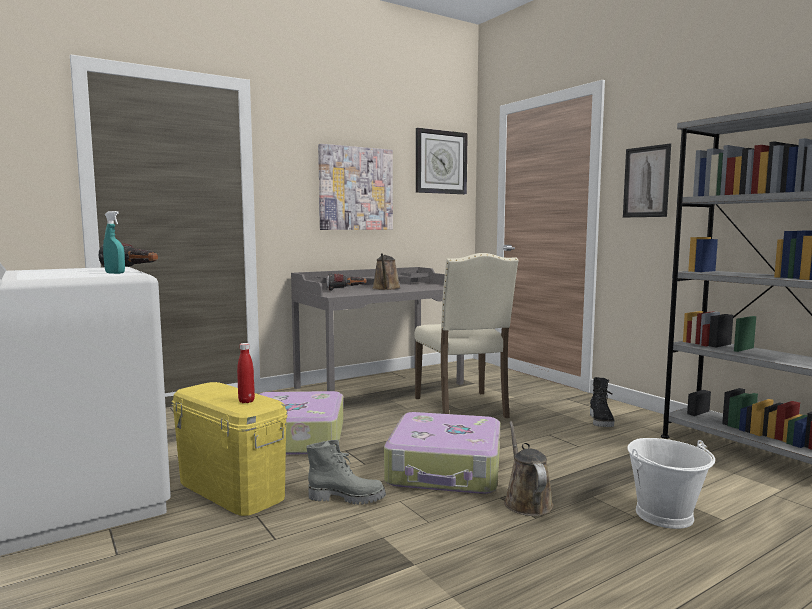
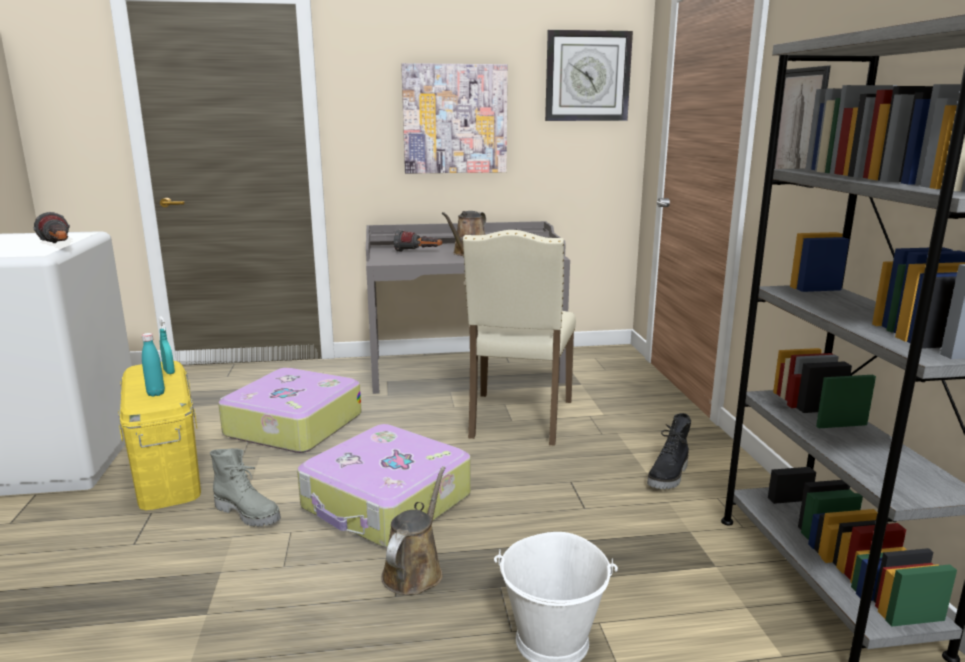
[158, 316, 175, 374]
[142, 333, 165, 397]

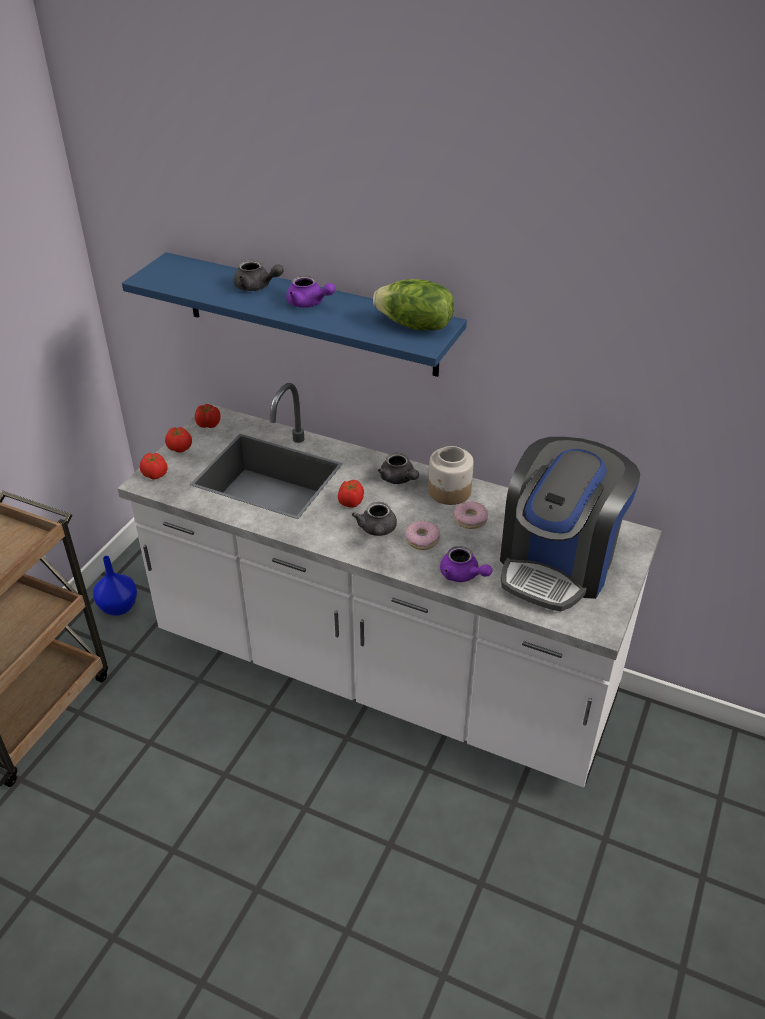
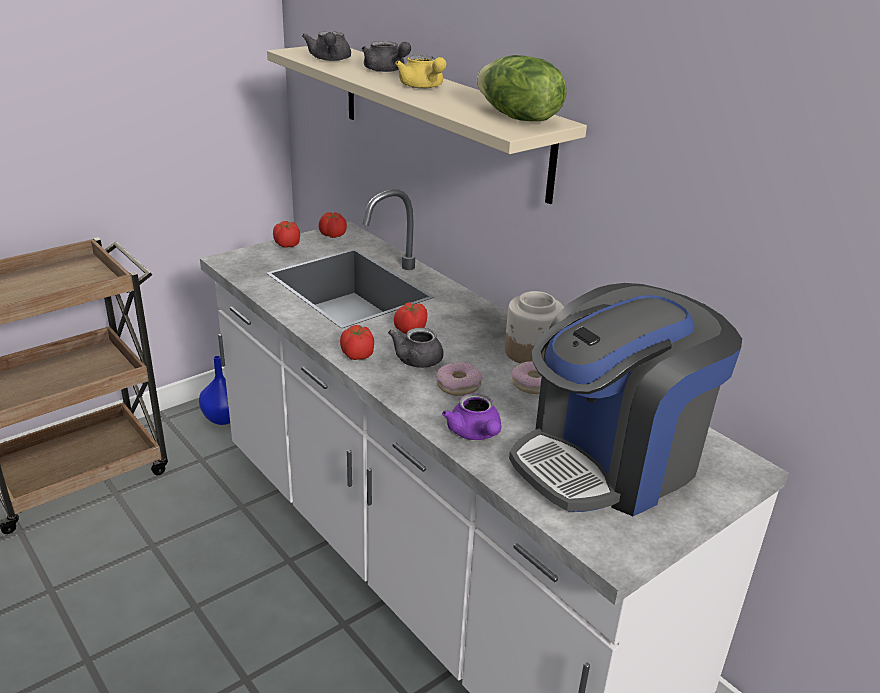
[340, 325, 374, 360]
[302, 31, 351, 61]
[267, 46, 587, 204]
[395, 55, 447, 88]

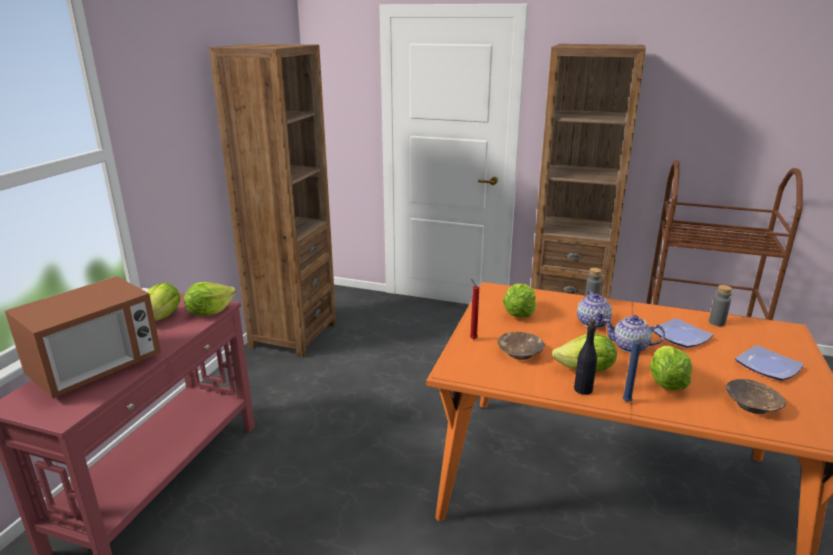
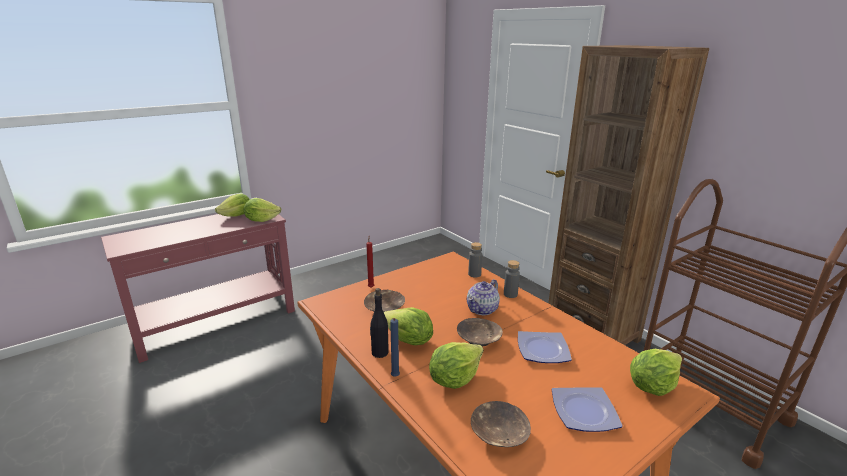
[5, 276, 161, 398] (first image)
[209, 44, 336, 358] (first image)
[630, 349, 682, 396]
[468, 242, 482, 277]
[457, 318, 503, 347]

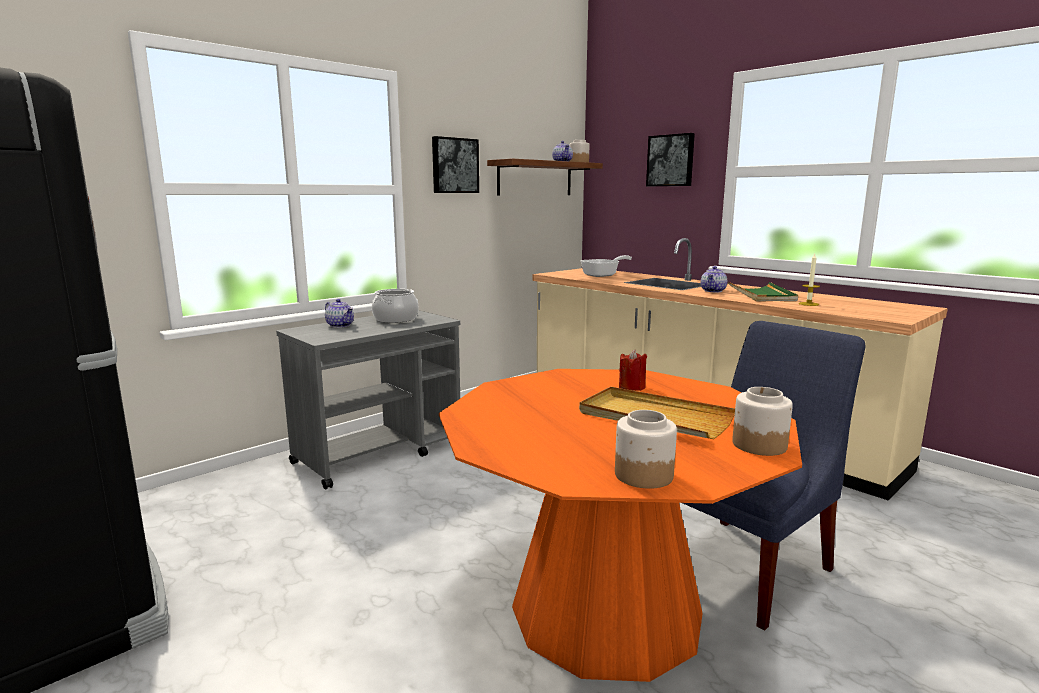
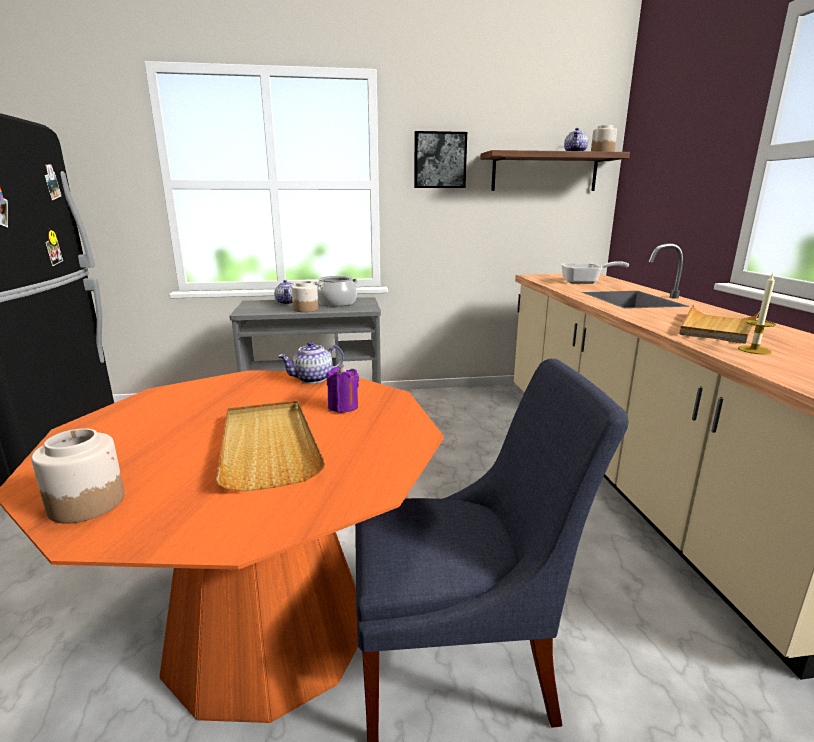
[646, 133, 695, 186] (first image)
[278, 341, 344, 383]
[292, 281, 319, 312]
[327, 365, 359, 413]
[680, 305, 760, 344]

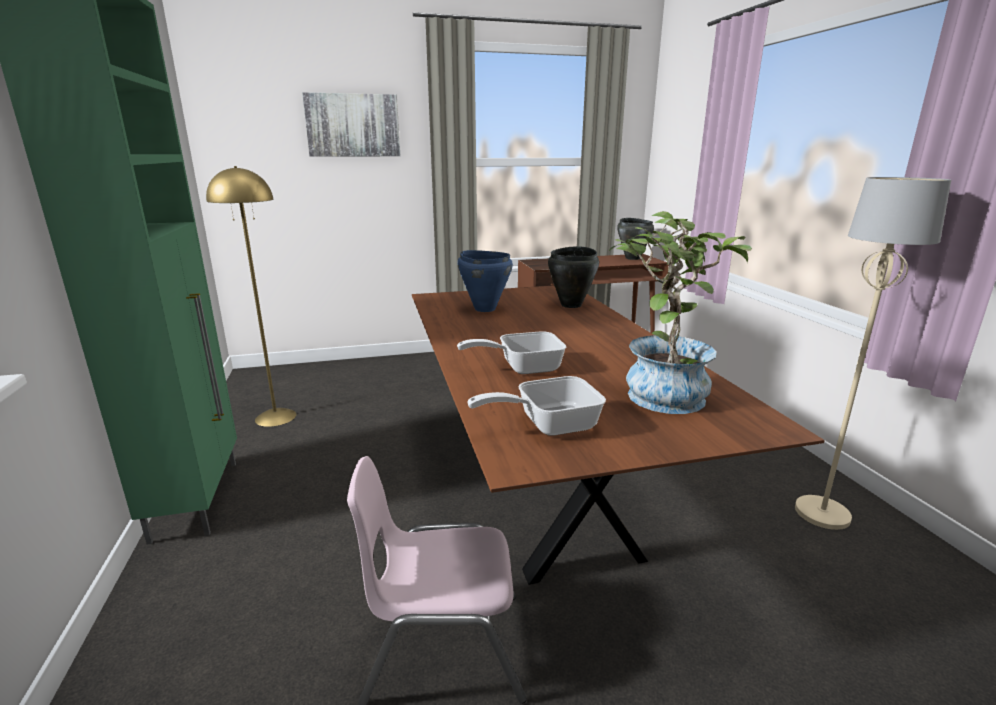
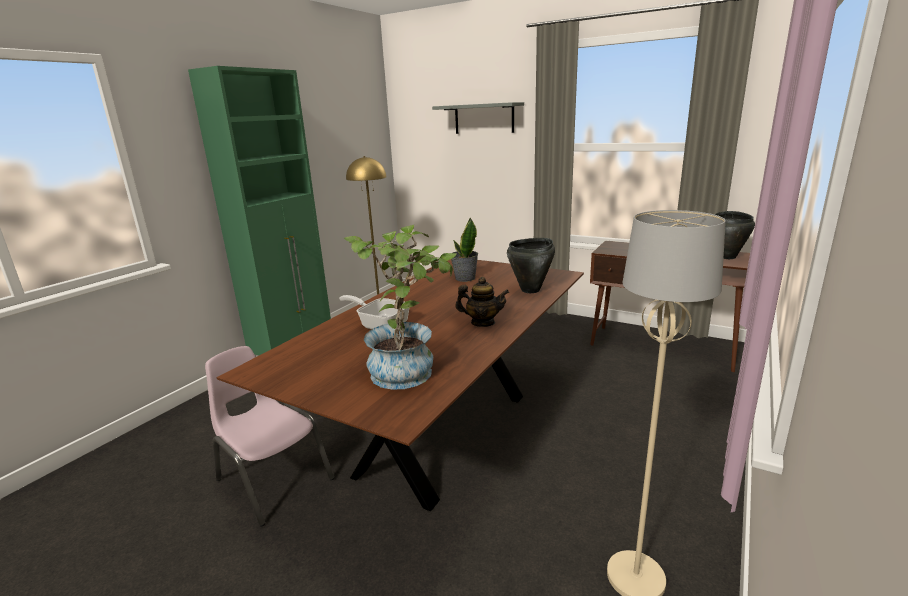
[467, 376, 606, 436] (first image)
[455, 277, 509, 327]
[432, 102, 524, 134]
[451, 217, 478, 282]

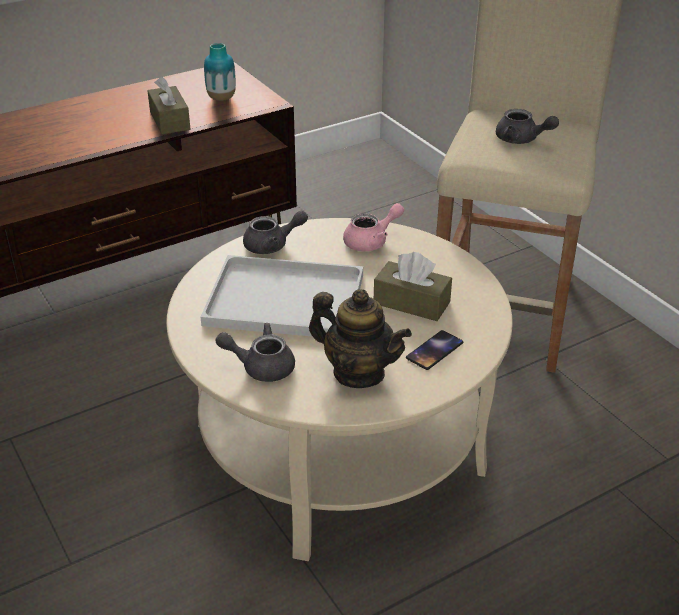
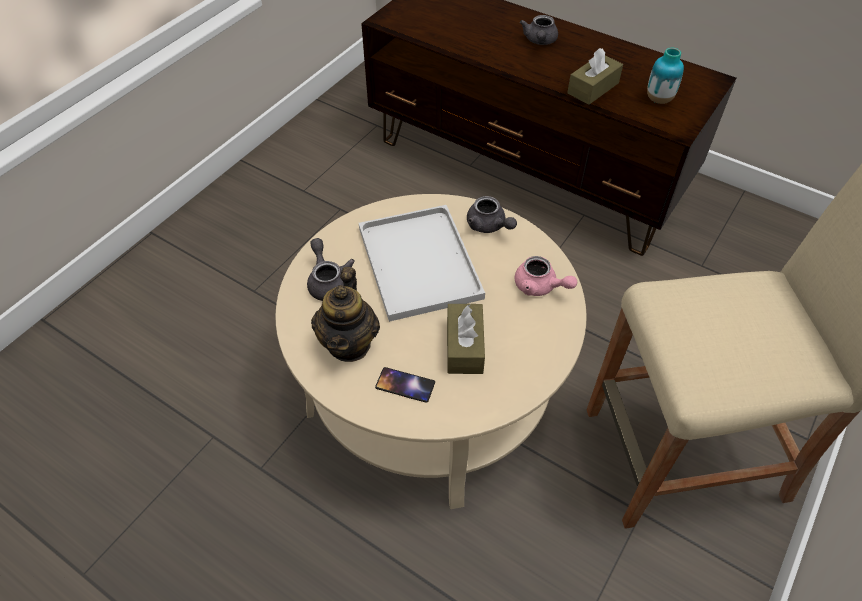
[520, 15, 558, 45]

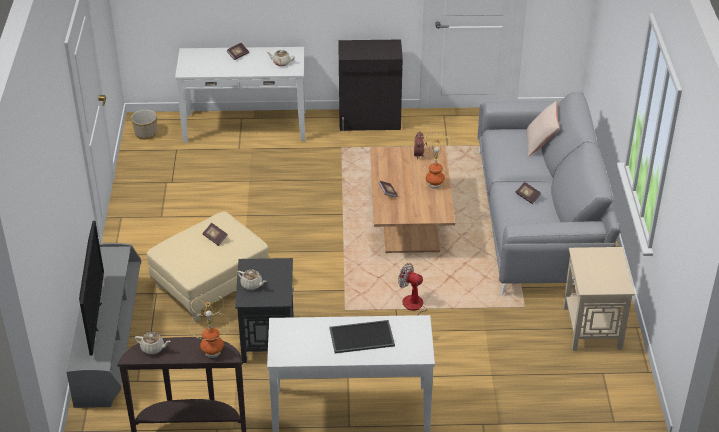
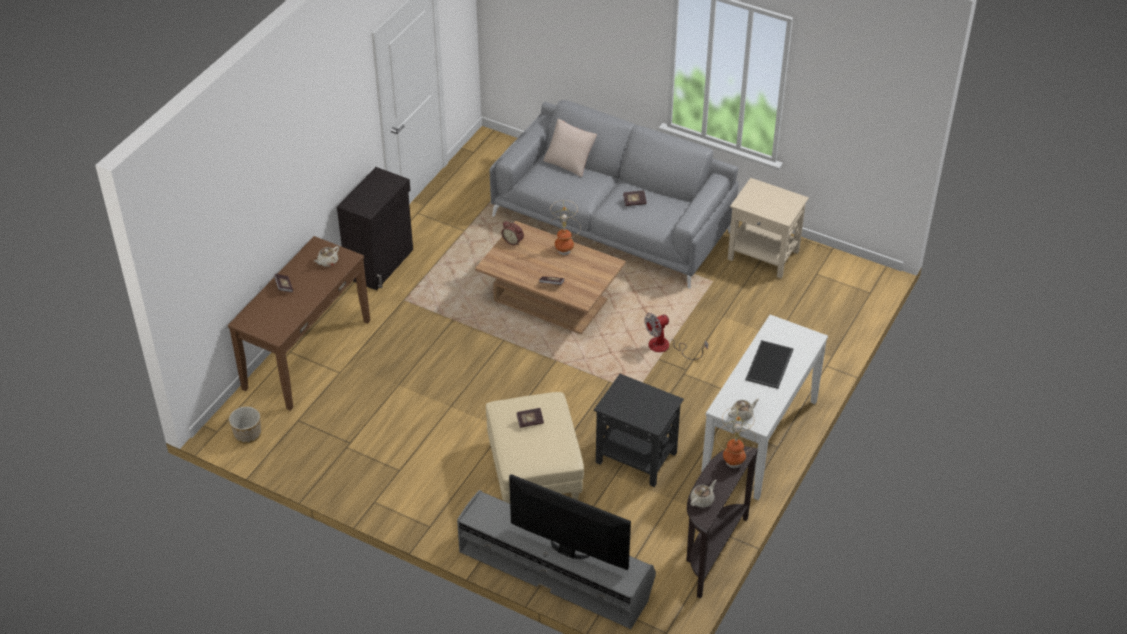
[728, 399, 759, 421]
[228, 236, 370, 411]

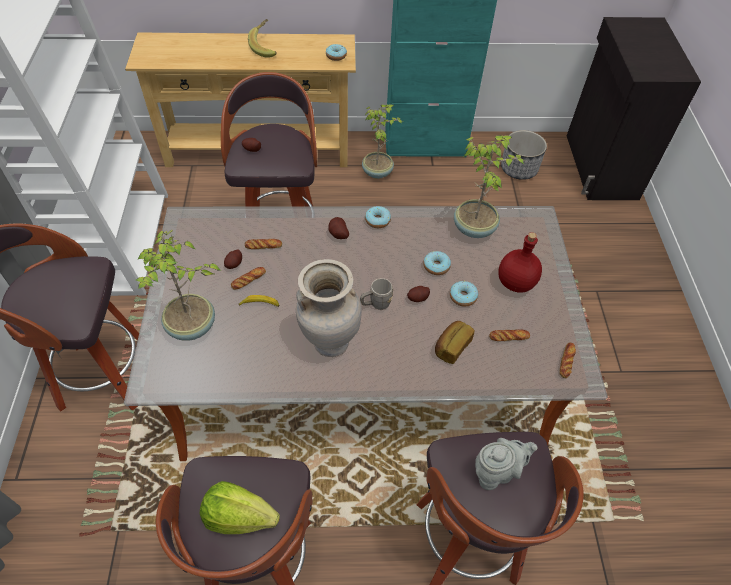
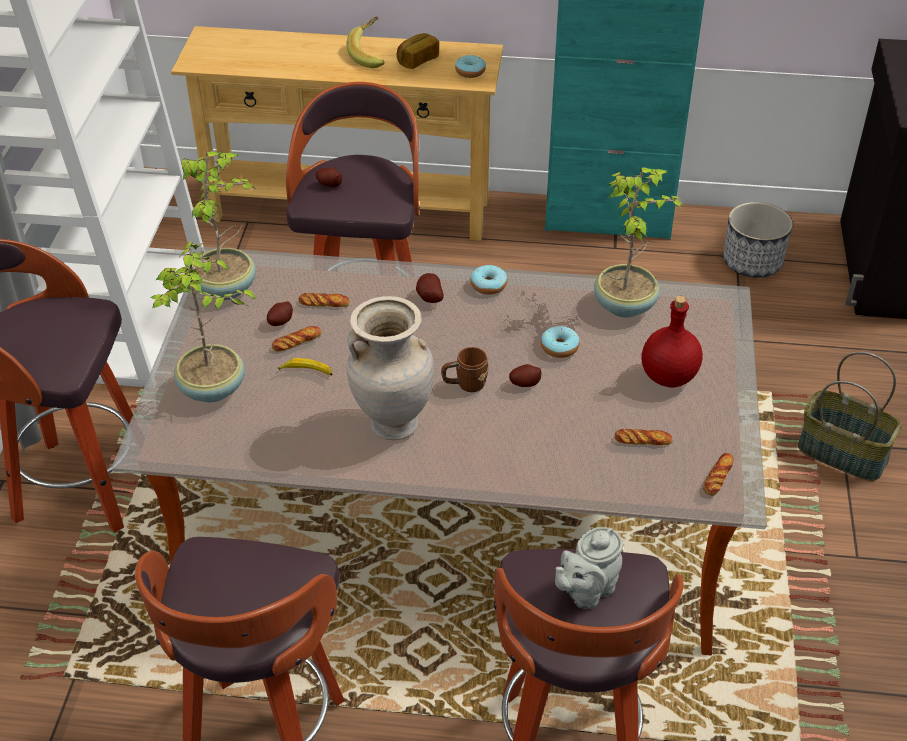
[200, 481, 280, 534] (first image)
[450, 281, 478, 306] (first image)
[798, 352, 902, 481]
[182, 151, 257, 300]
[397, 33, 439, 69]
[441, 347, 489, 392]
[555, 527, 623, 609]

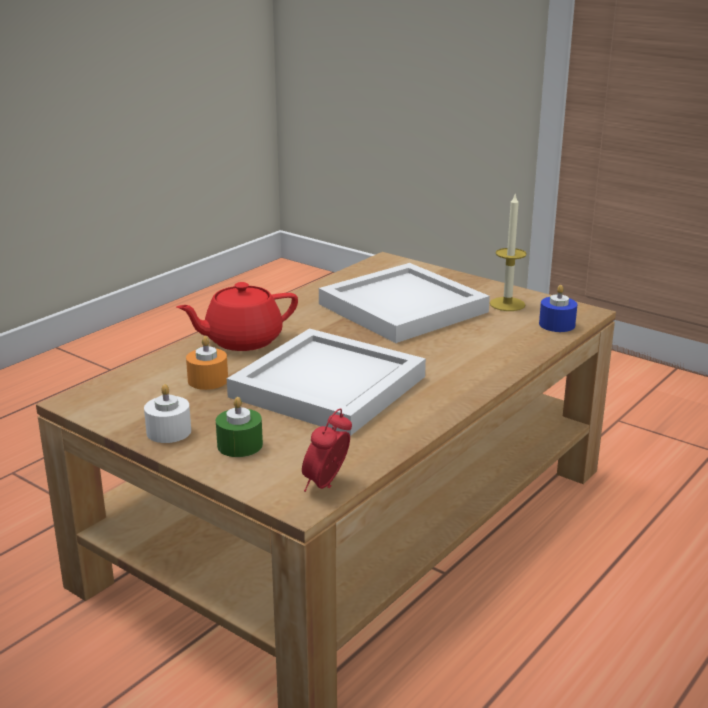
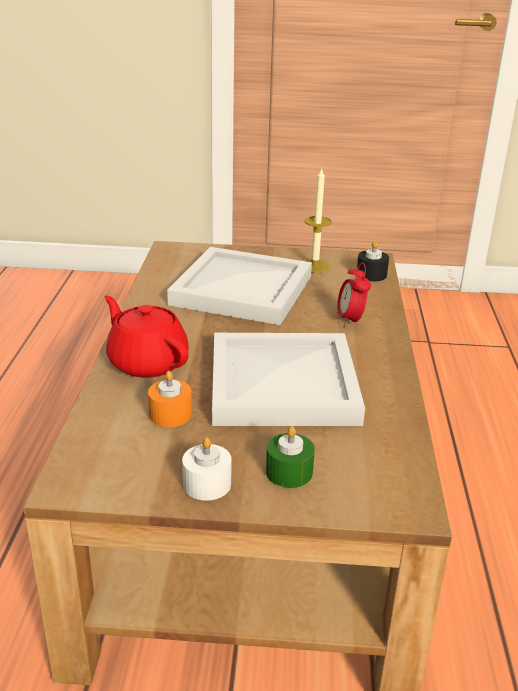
[337, 262, 371, 328]
[357, 241, 389, 281]
[104, 295, 189, 378]

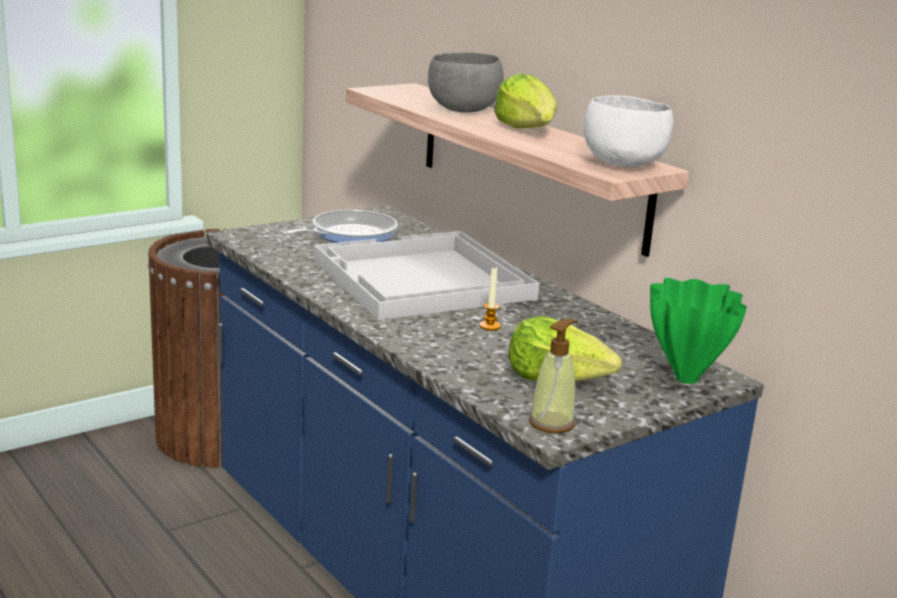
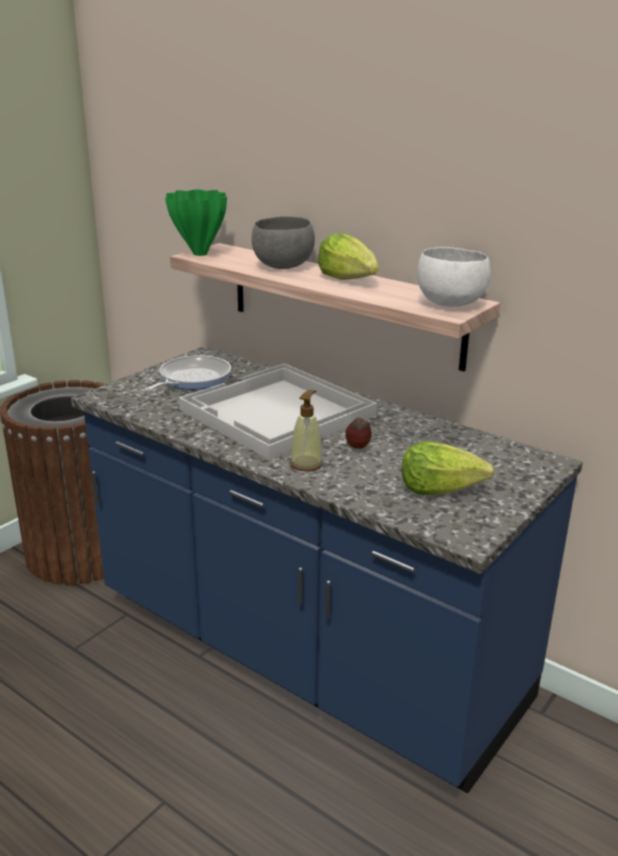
[290, 390, 323, 471]
[165, 189, 227, 256]
[346, 418, 372, 449]

